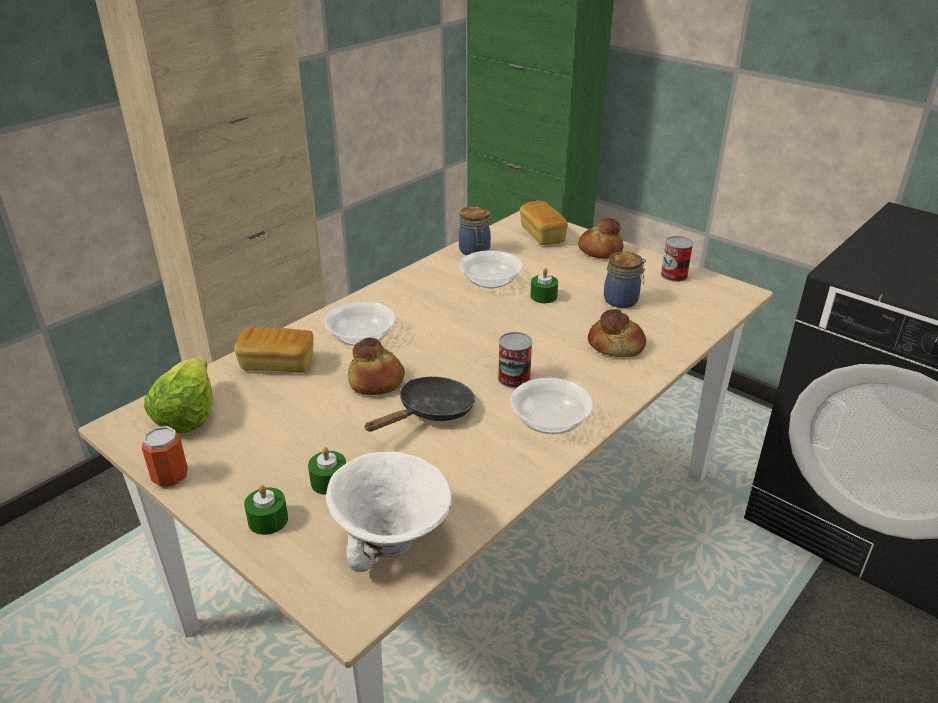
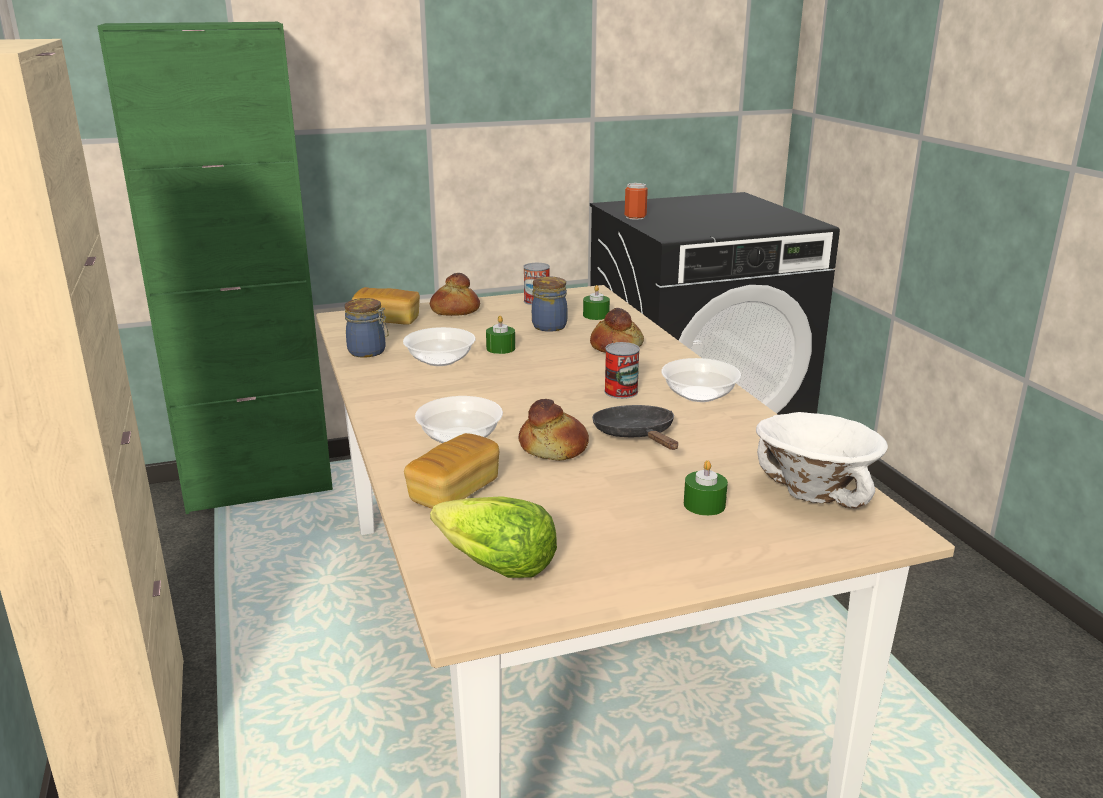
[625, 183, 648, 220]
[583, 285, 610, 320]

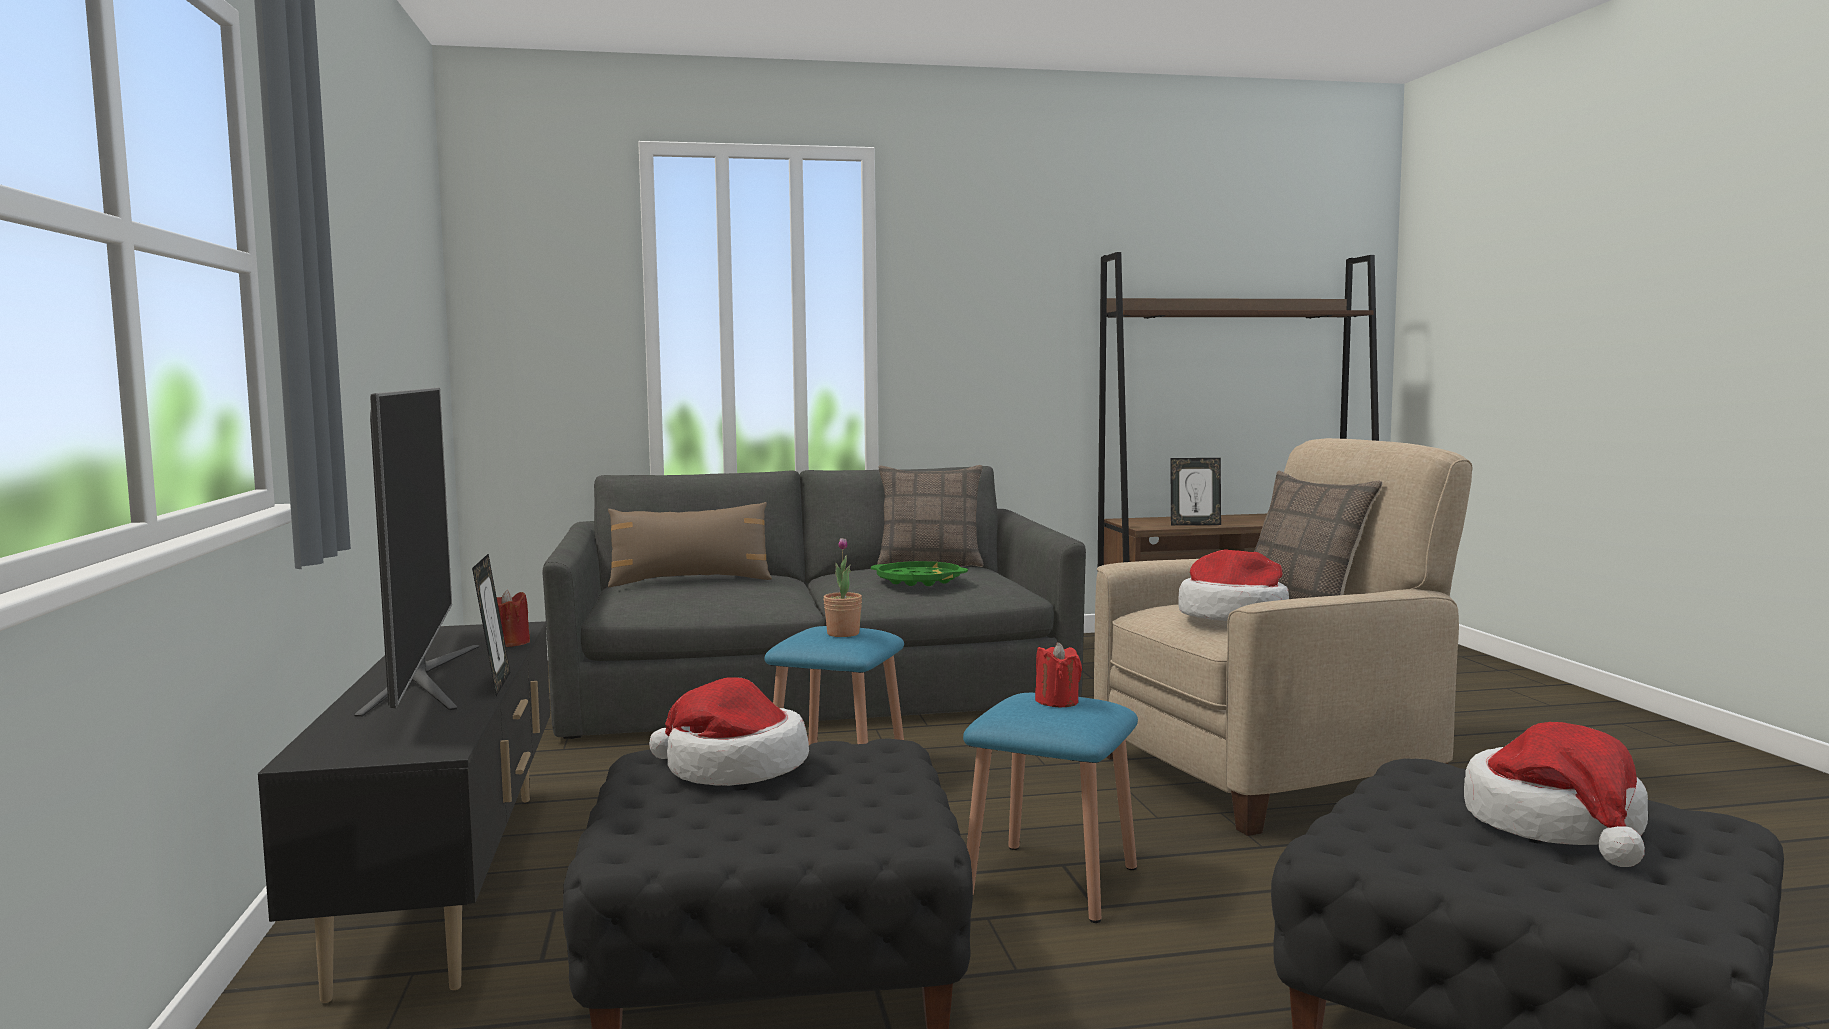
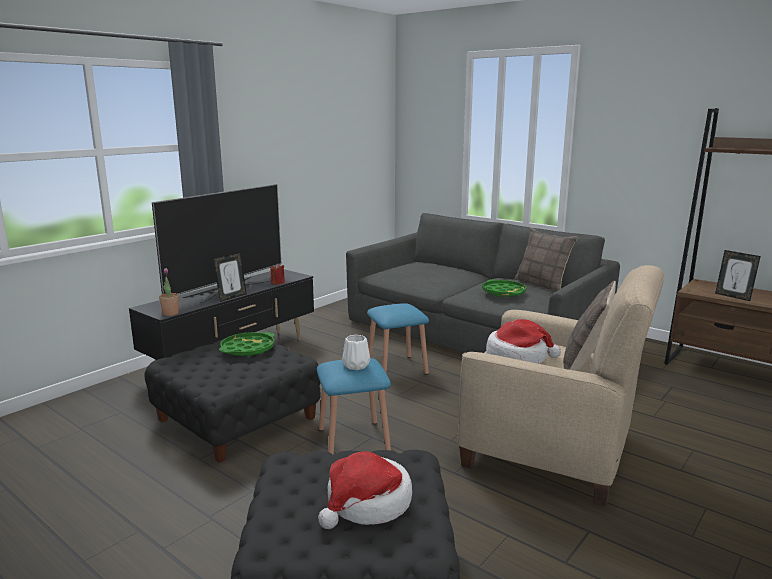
[608, 502, 772, 587] (first image)
[159, 268, 179, 316]
[219, 332, 275, 357]
[342, 335, 370, 370]

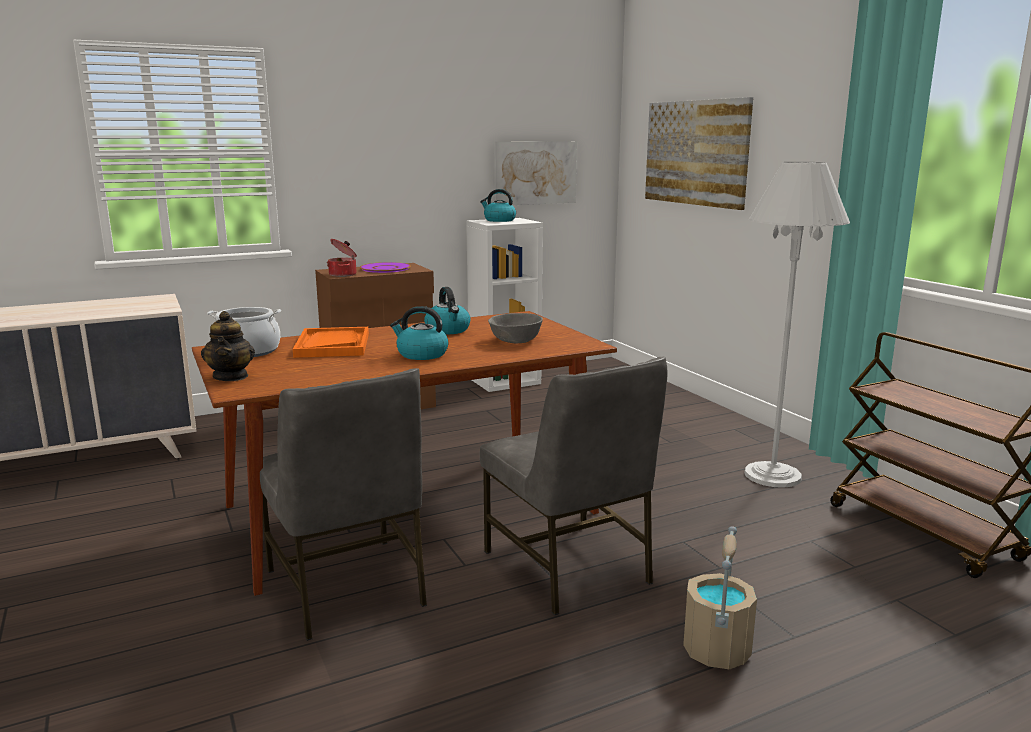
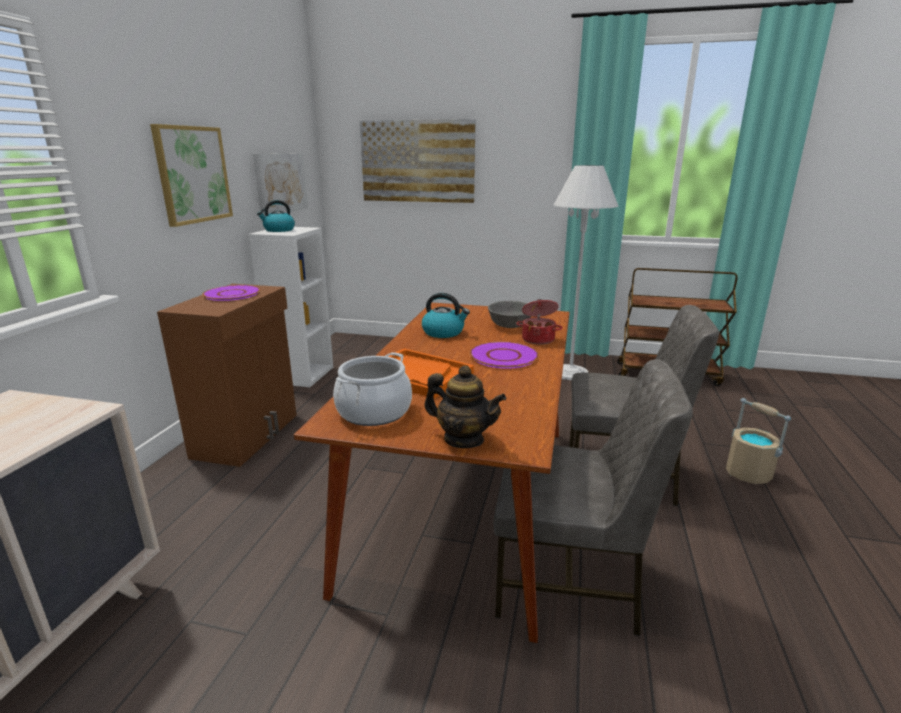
[150, 124, 233, 227]
[516, 299, 563, 344]
[469, 342, 539, 369]

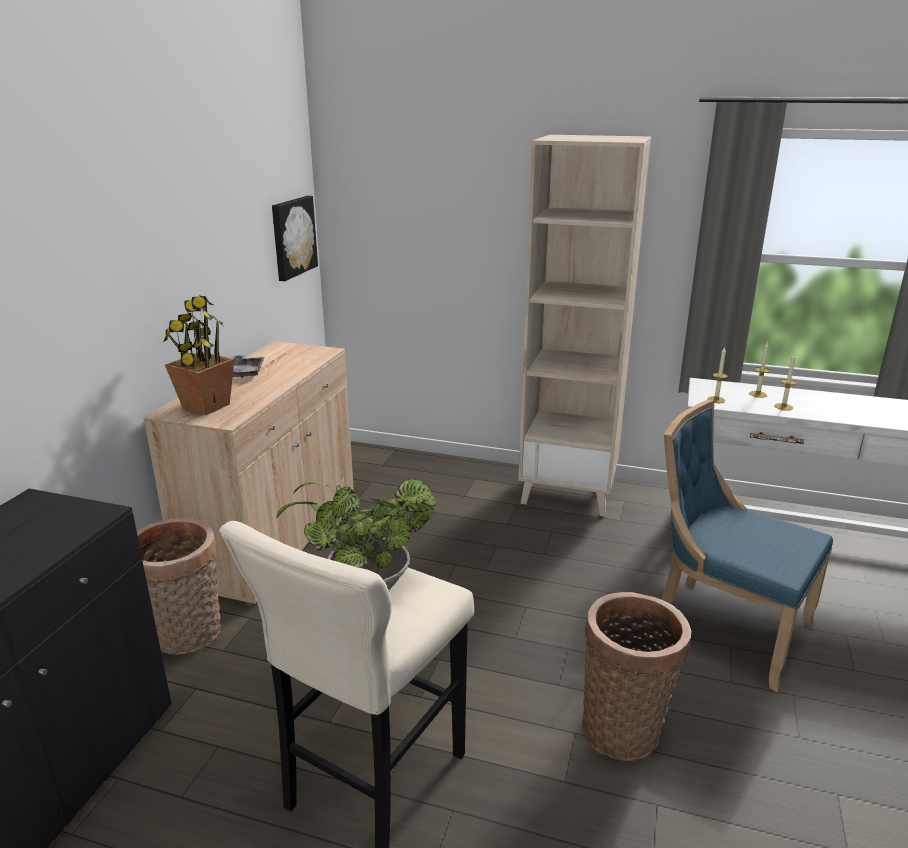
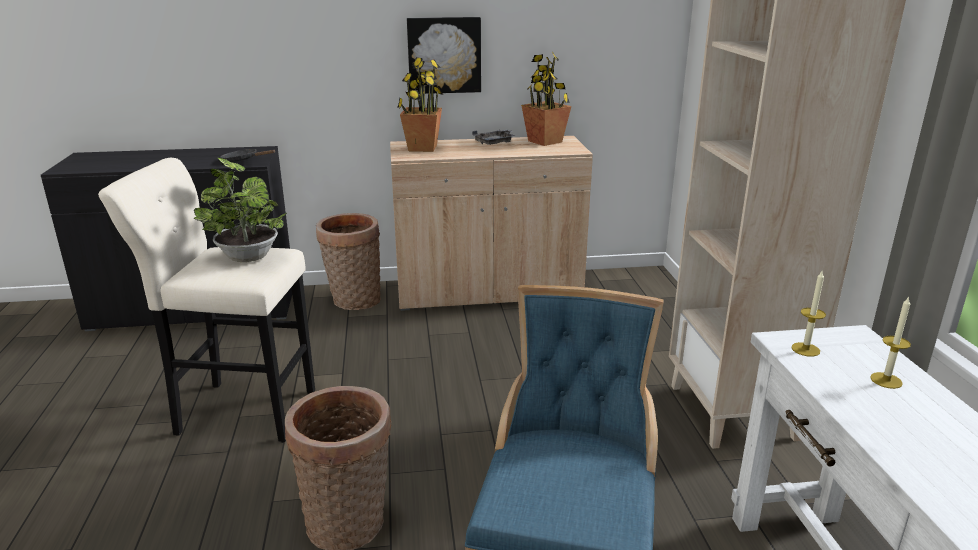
[774, 354, 797, 411] (first image)
[220, 149, 276, 162]
[521, 52, 572, 146]
[407, 17, 481, 94]

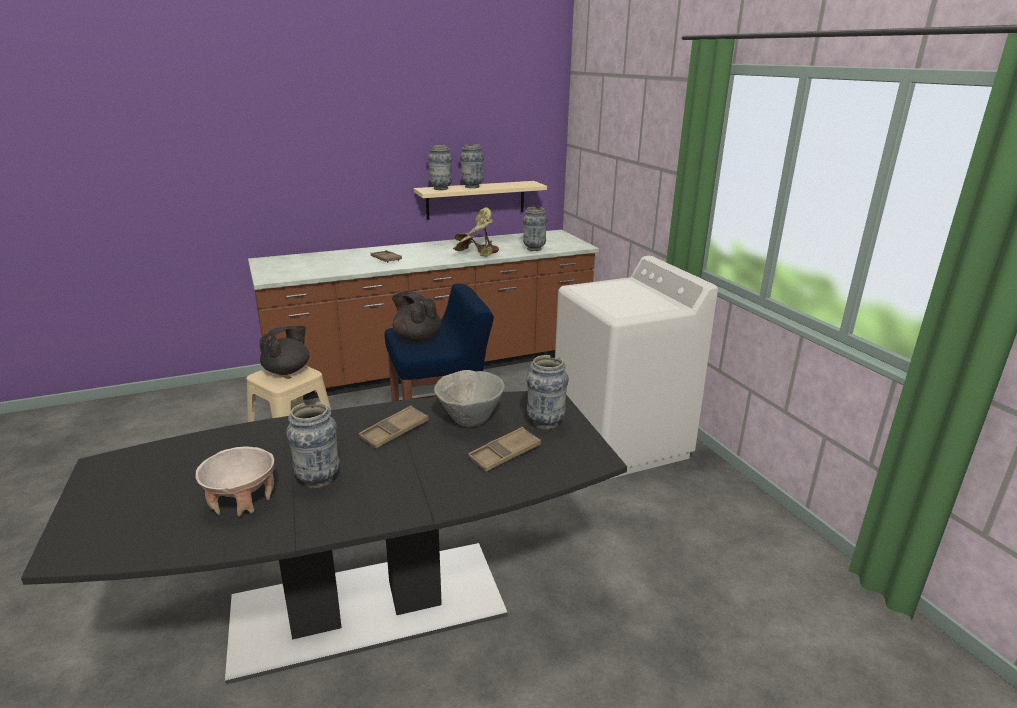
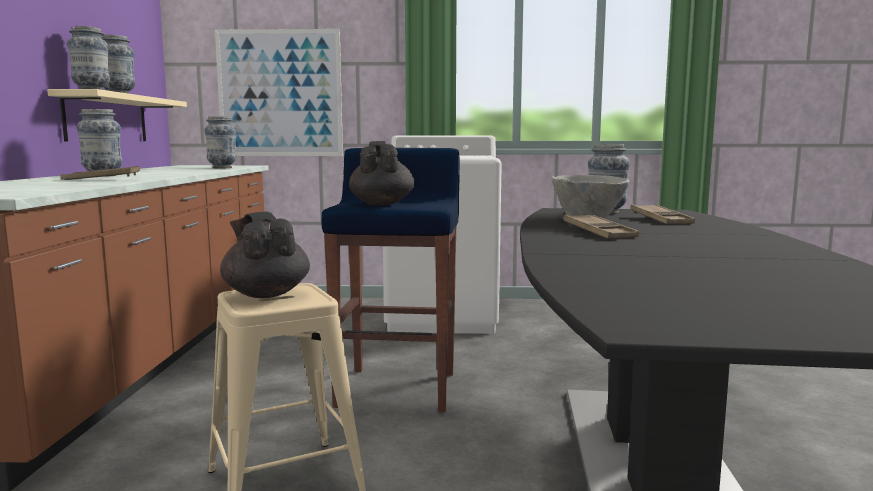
[196, 446, 274, 517] (first image)
[453, 207, 499, 257] (first image)
[215, 29, 343, 156]
[77, 109, 122, 177]
[349, 141, 415, 206]

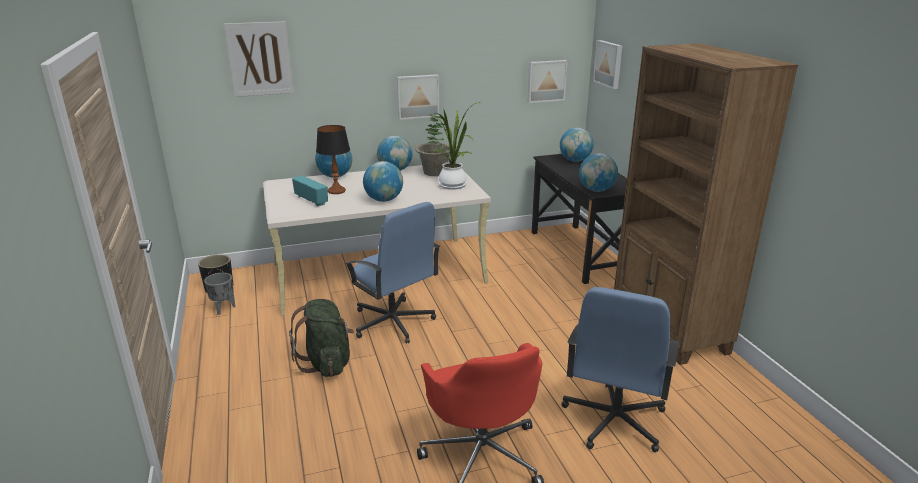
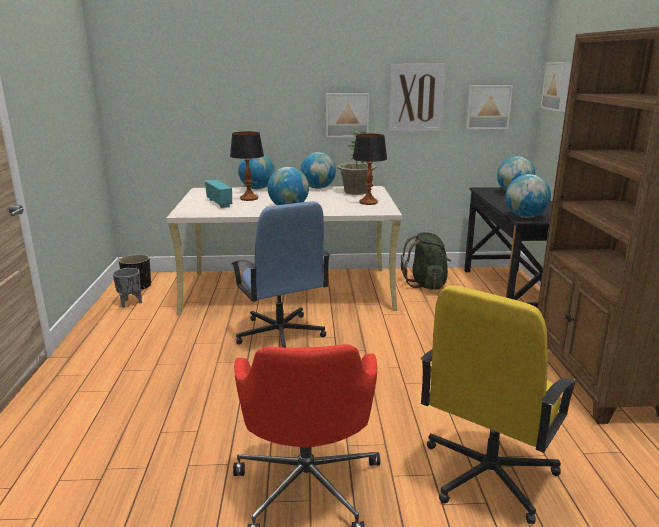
[389, 64, 446, 132]
[401, 232, 452, 290]
[352, 134, 387, 205]
[421, 285, 578, 524]

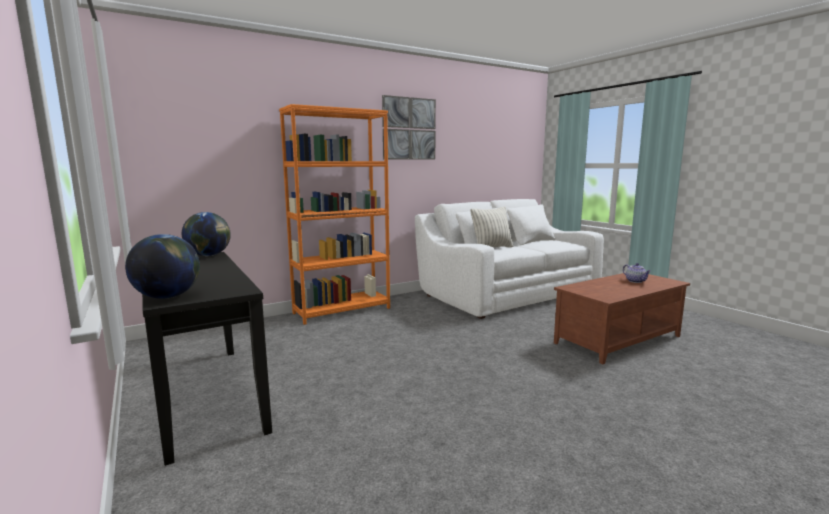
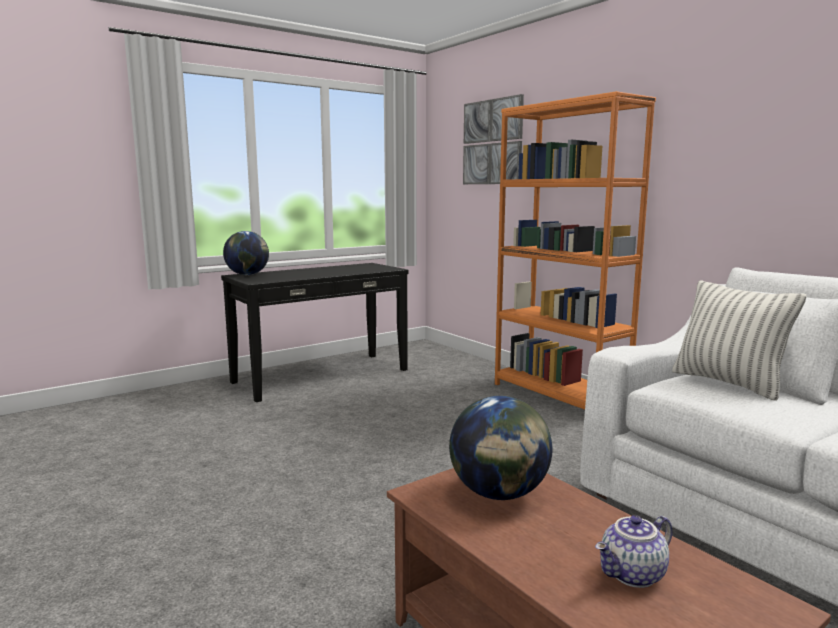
[449, 396, 552, 500]
[463, 94, 524, 184]

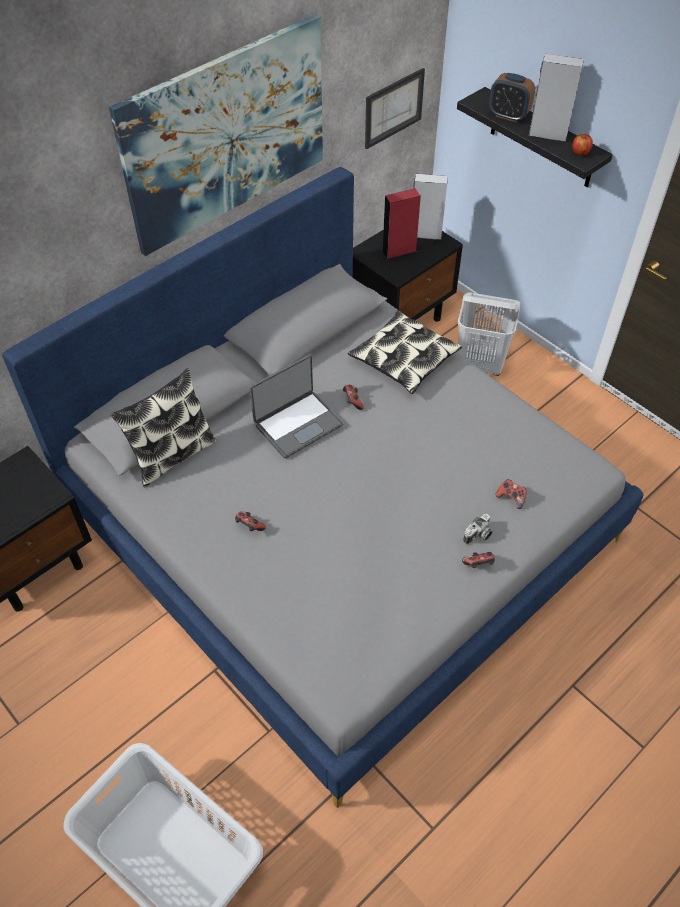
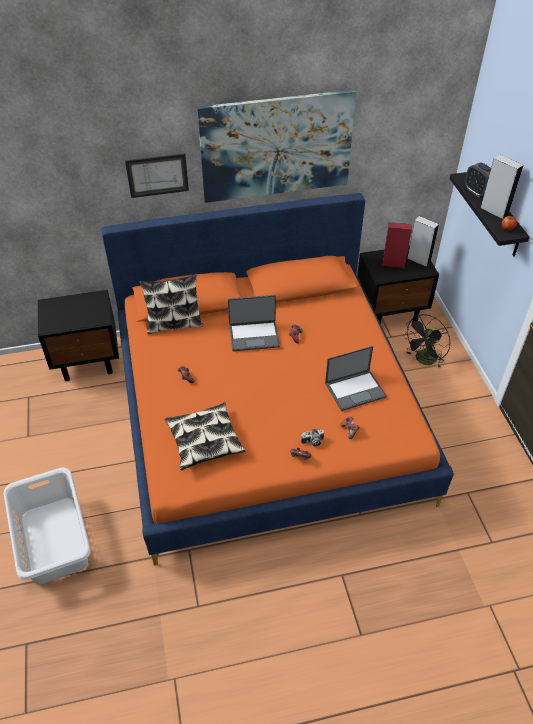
[325, 346, 387, 411]
[165, 402, 246, 470]
[125, 153, 189, 198]
[403, 314, 451, 369]
[101, 193, 454, 565]

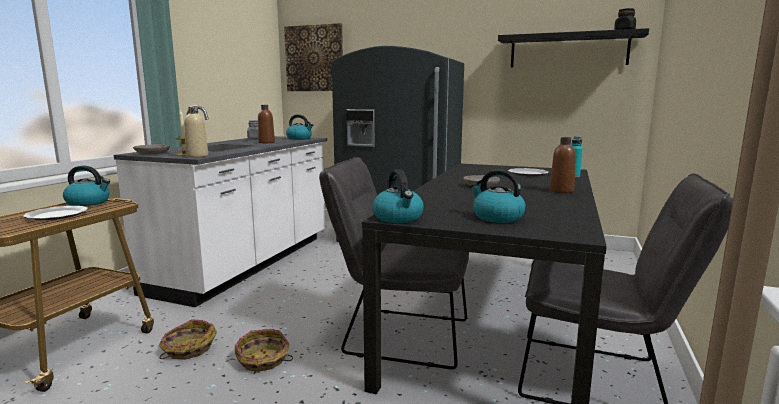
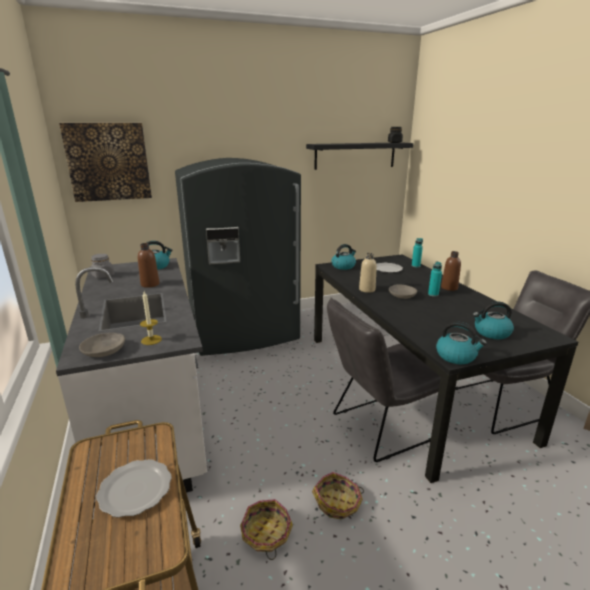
[428, 261, 442, 297]
[332, 244, 356, 270]
[359, 253, 377, 293]

